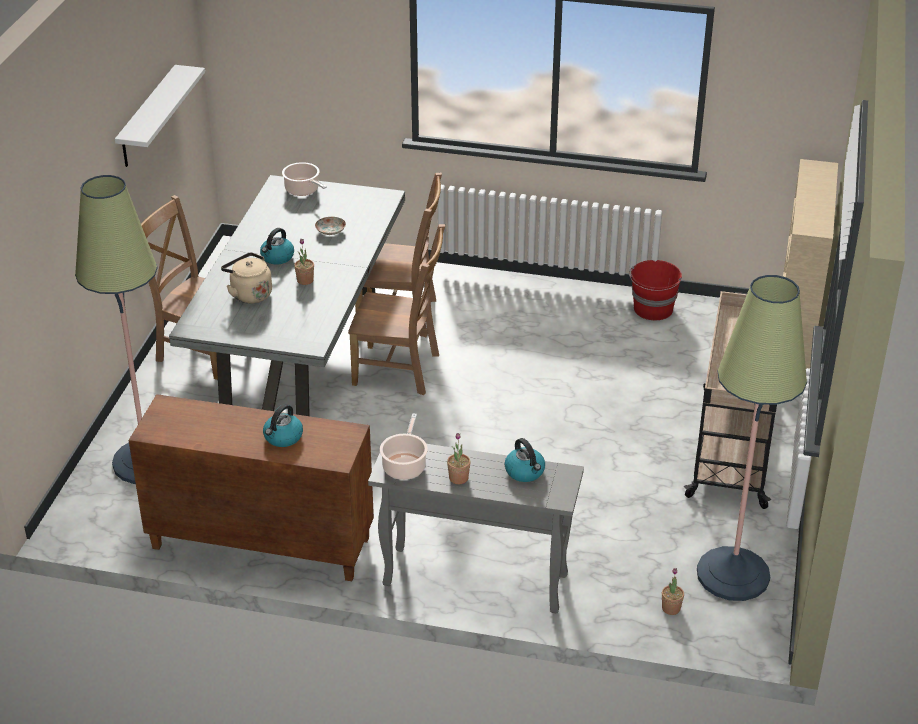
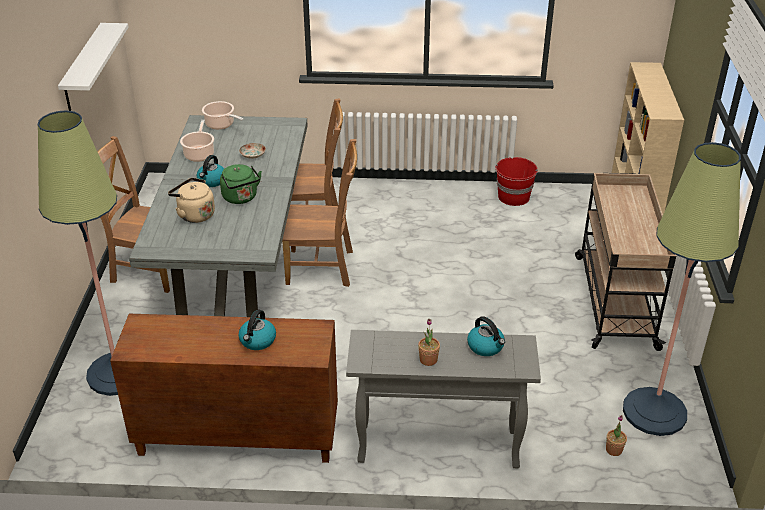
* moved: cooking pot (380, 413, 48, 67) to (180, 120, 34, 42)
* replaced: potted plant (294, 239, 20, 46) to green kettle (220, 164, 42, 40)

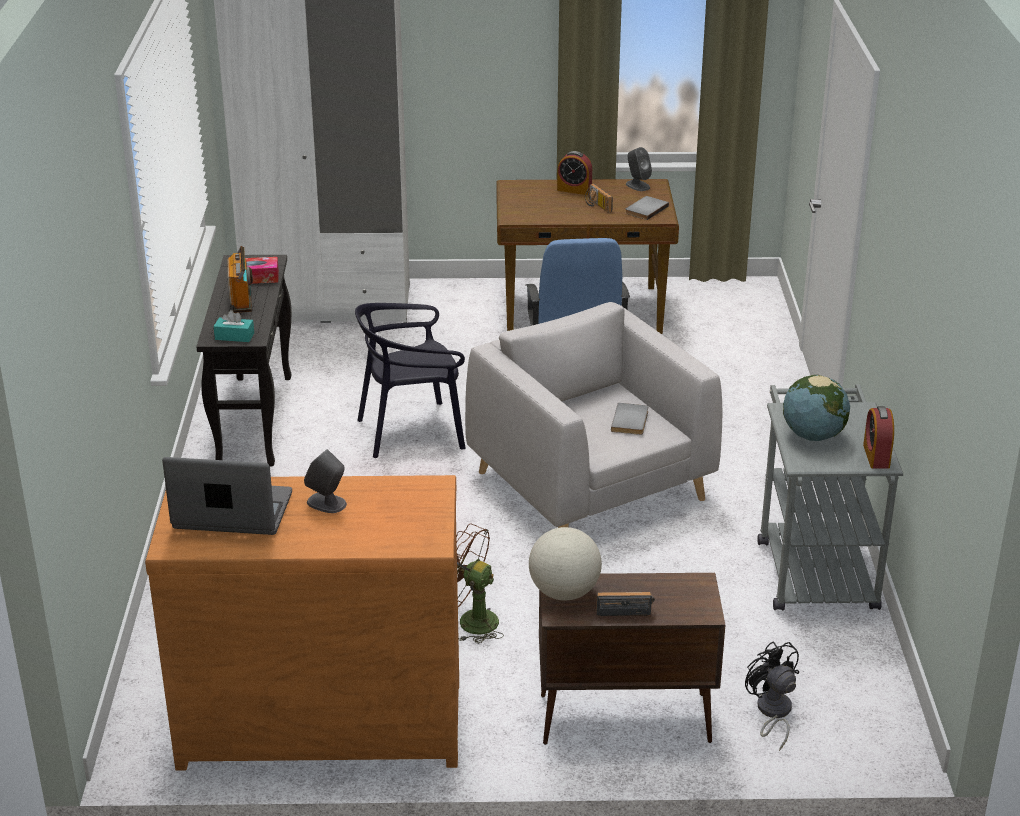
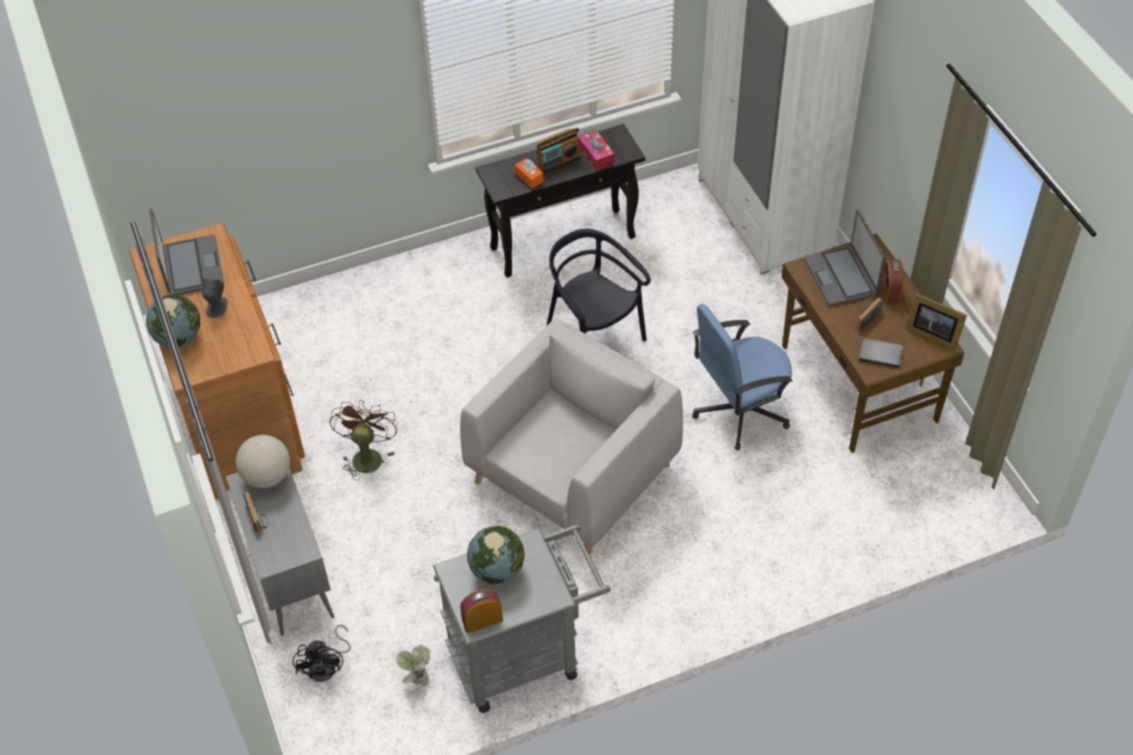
* removed: turquoise tissue box (213, 310, 41, 32)
* removed: grey book (611, 403, 37, 32)
* added: globe (146, 294, 54, 53)
* added: potted plant (396, 645, 34, 42)
* added: orange tissue box (515, 158, 29, 30)
* added: laptop (804, 210, 81, 96)
* replaced: grey speaker (626, 147, 26, 44) to picture frame (906, 293, 61, 57)
* recoloured: brown cabinet (539, 573, 186, 172) to grey cabinet (226, 468, 108, 168)
* turned: black fan (745, 641, 54, 110) = (292, 625, 59, 57) 135 degrees clockwise

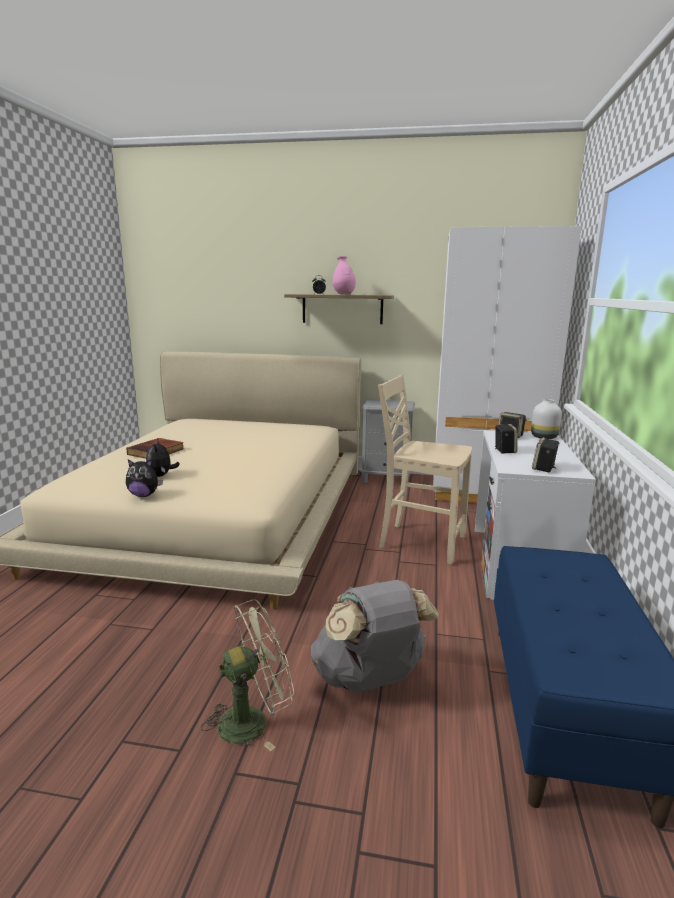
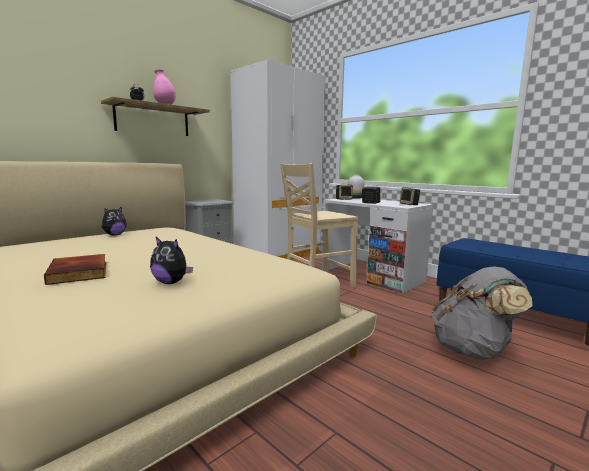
* removed: green fan (201, 599, 93, 152)
* moved: plush toy (126, 459, 37, 38) to (101, 206, 26, 30)

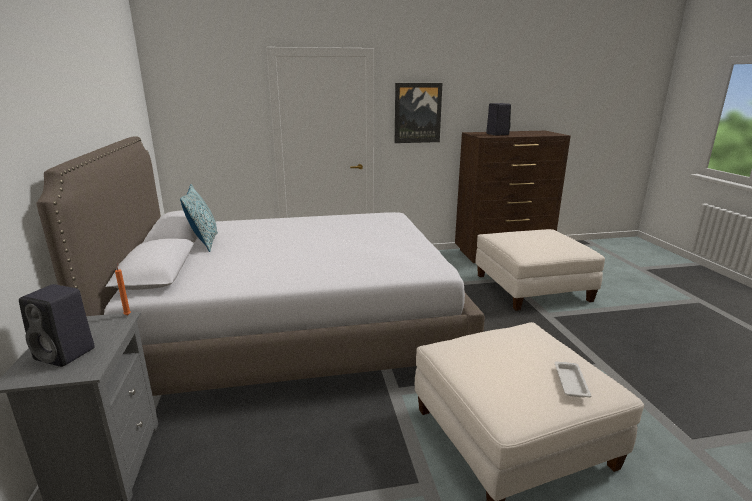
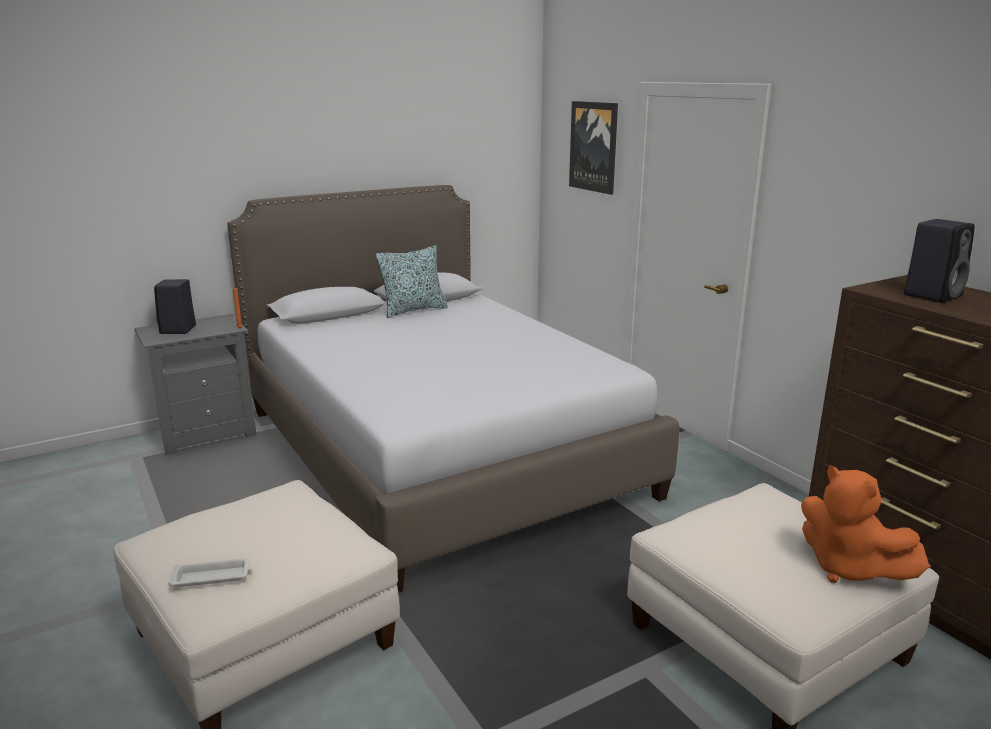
* added: orange plush toy (801, 465, 129, 118)
* moved: picture (395, 83, 47, 60) to (569, 101, 49, 94)

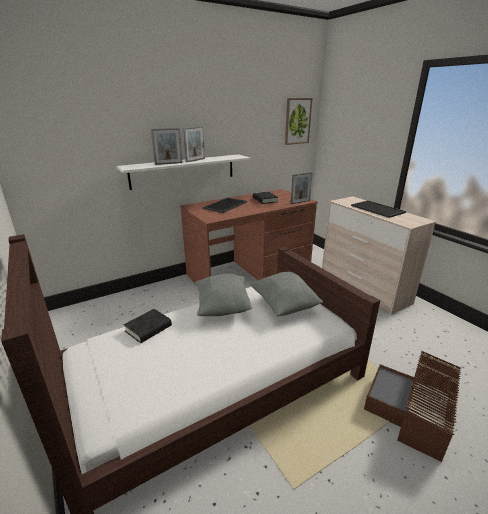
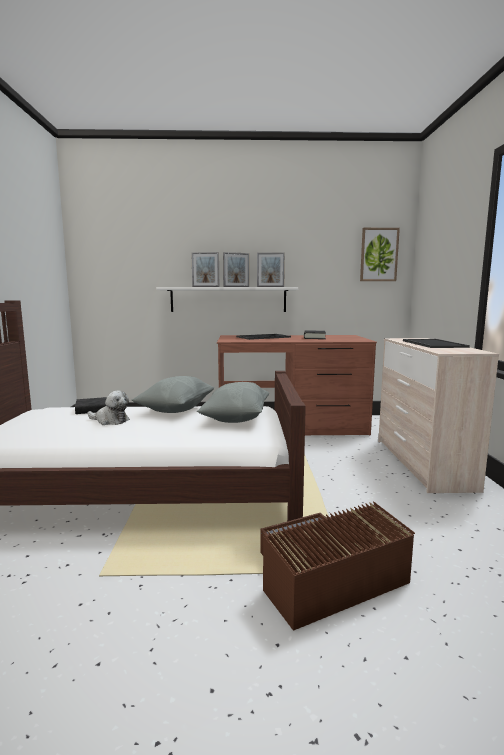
* added: plush toy (88, 390, 42, 35)
* moved: picture frame (291, 172, 22, 32) to (257, 253, 28, 34)

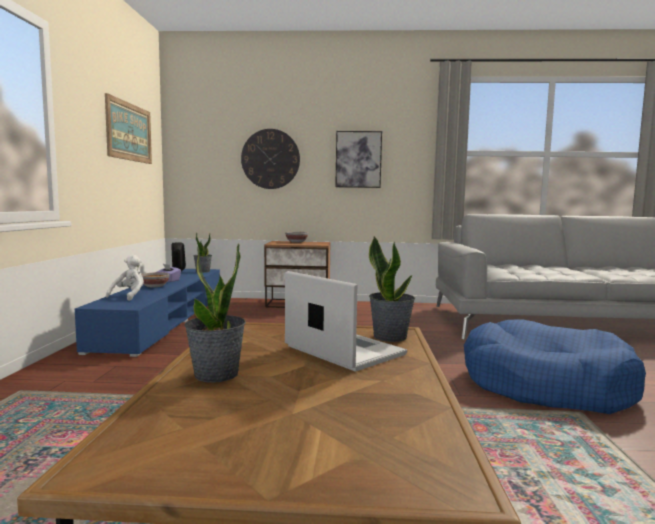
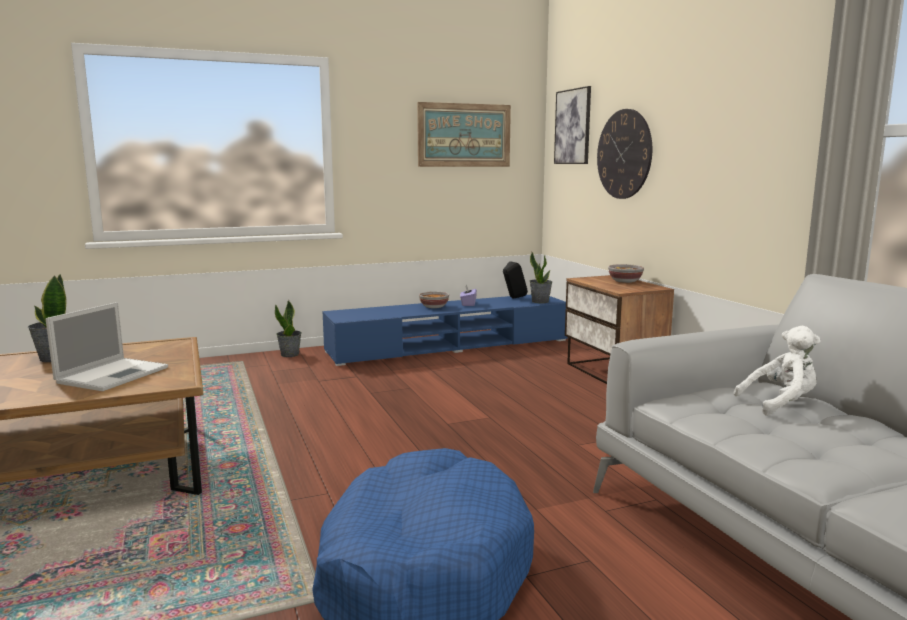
* moved: white plush toy (106, 255, 38, 46) to (734, 326, 87, 90)
* moved: picture (335, 131, 47, 57) to (554, 86, 37, 78)
* moved: potted plant (369, 236, 46, 106) to (275, 300, 27, 57)

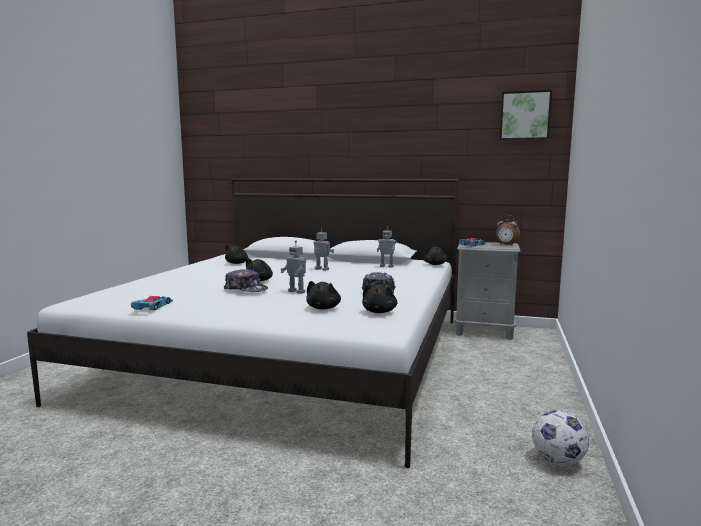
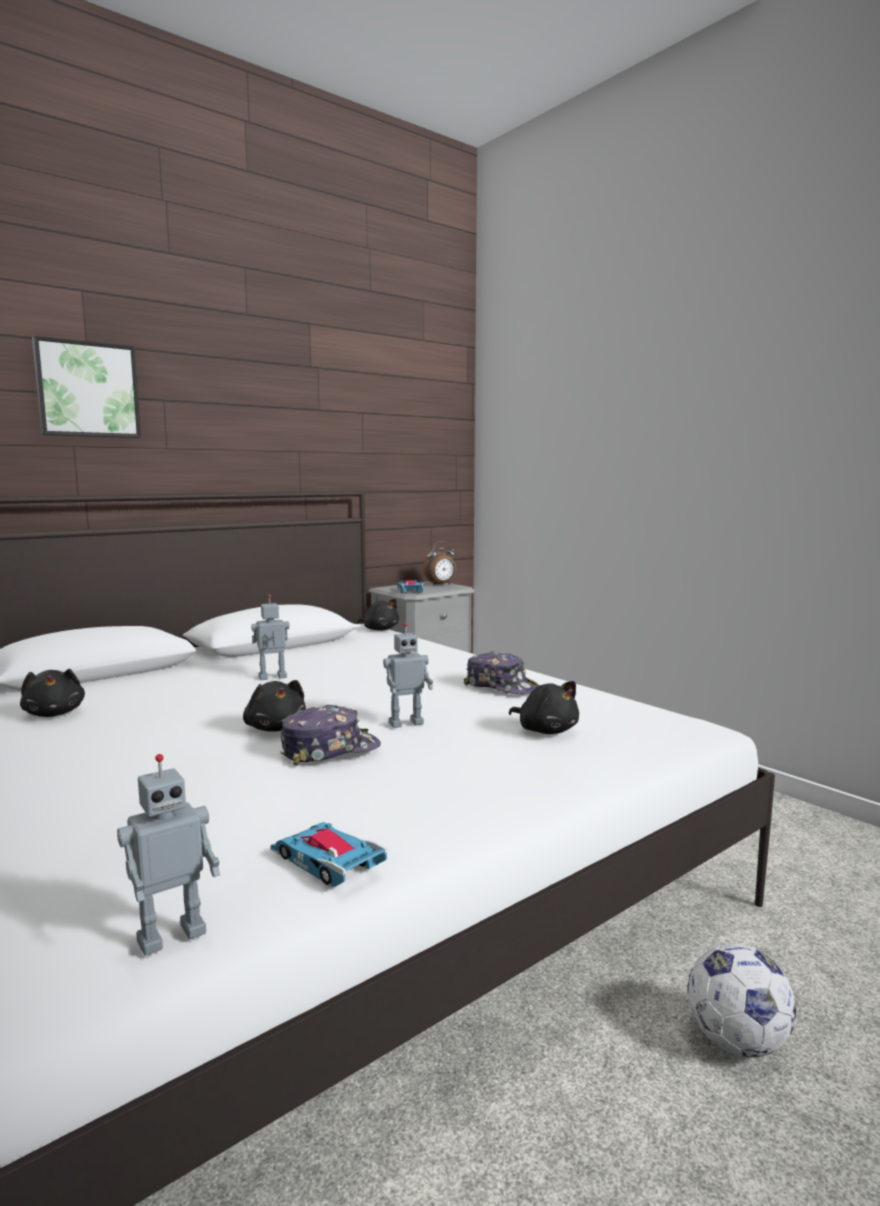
* removed: black plush toy (362, 284, 35, 29)
* moved: toy robot (377, 226, 19, 42) to (117, 754, 103, 202)
* moved: picture (500, 90, 52, 50) to (32, 336, 109, 102)
* moved: football (532, 410, 57, 56) to (687, 944, 109, 114)

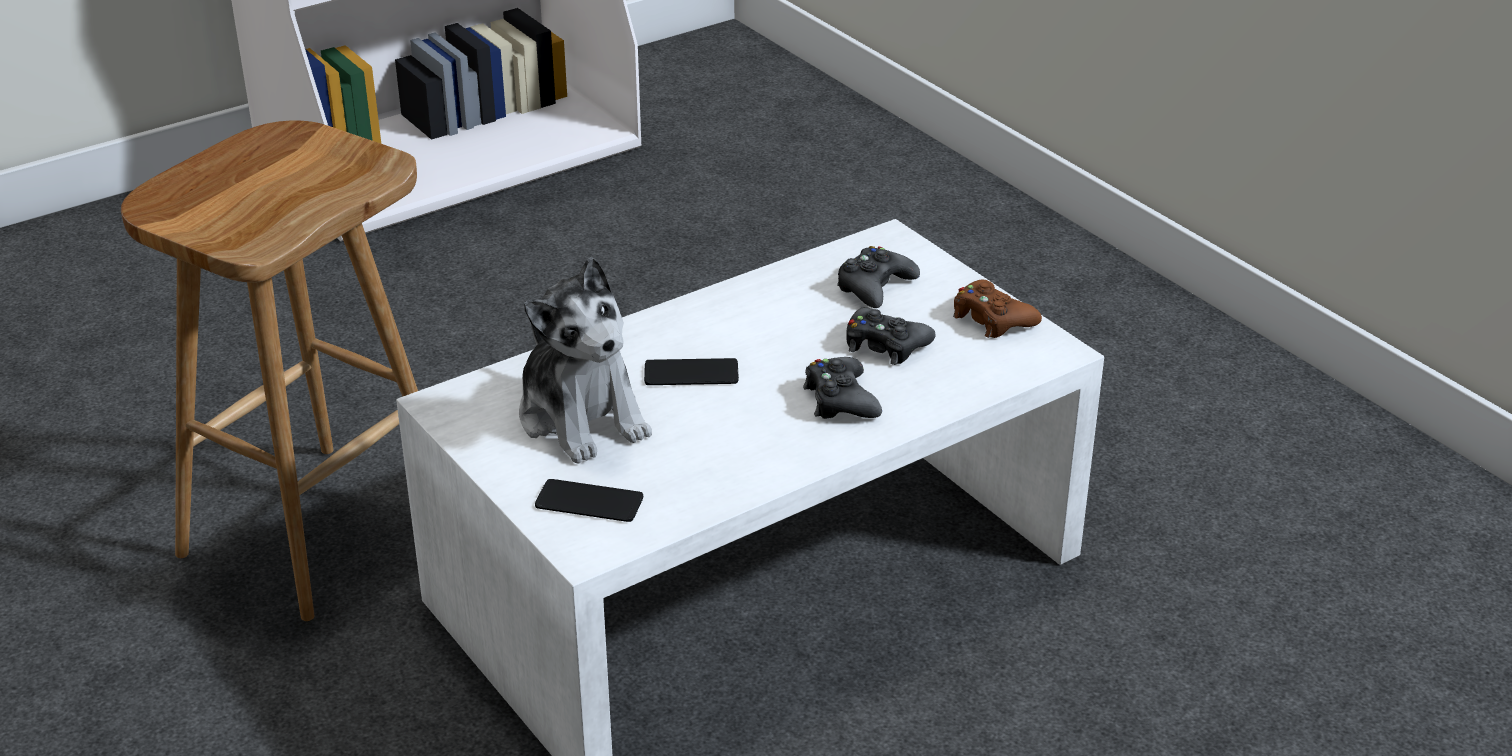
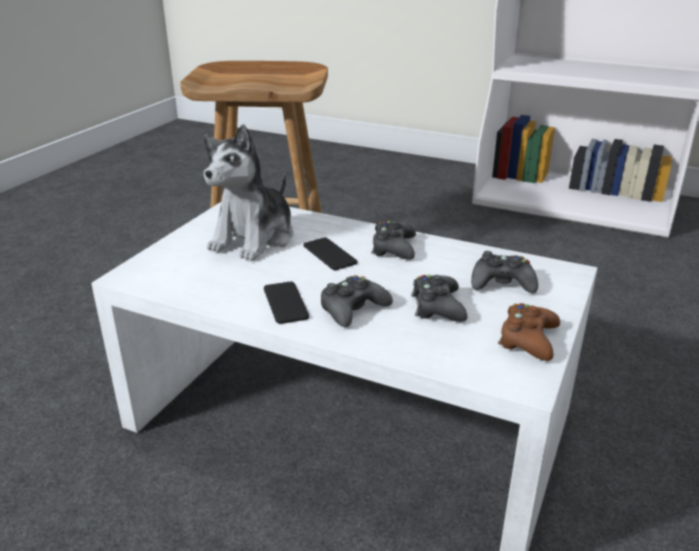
* added: black game controller (371, 221, 45, 39)
* moved: phone (535, 479, 108, 43) to (264, 281, 45, 43)

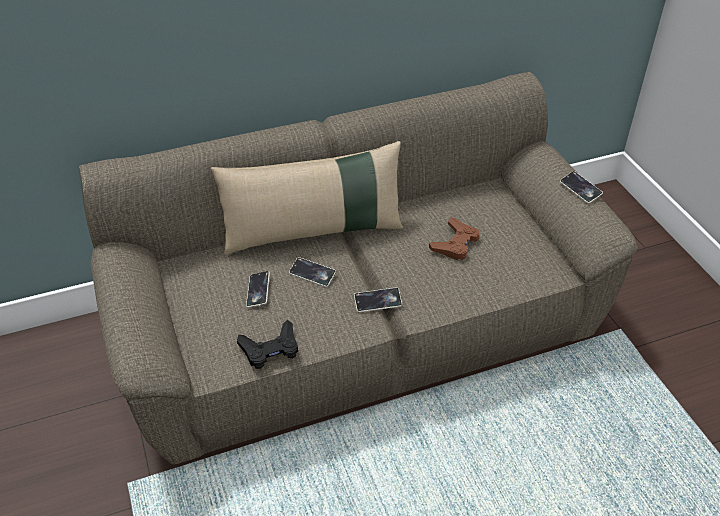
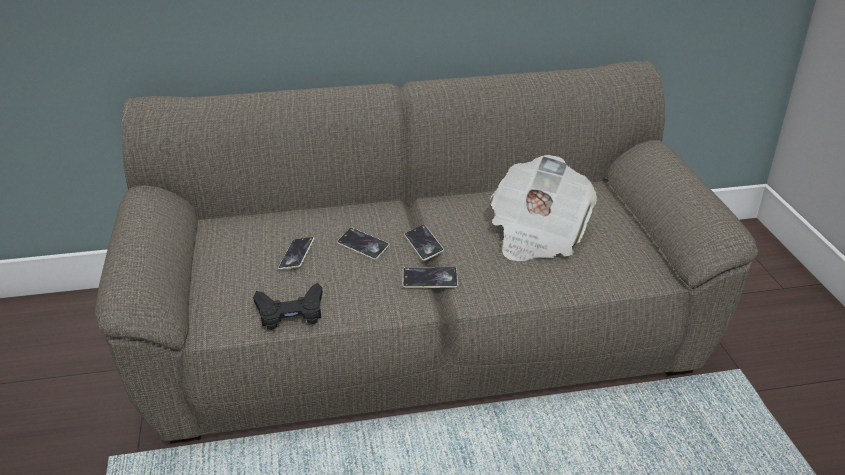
* removed: beige pillow (211, 141, 192, 114)
* moved: phone (560, 171, 43, 32) to (404, 225, 40, 36)
* replaced: brown game controller (429, 217, 51, 43) to newspaper (490, 155, 107, 106)

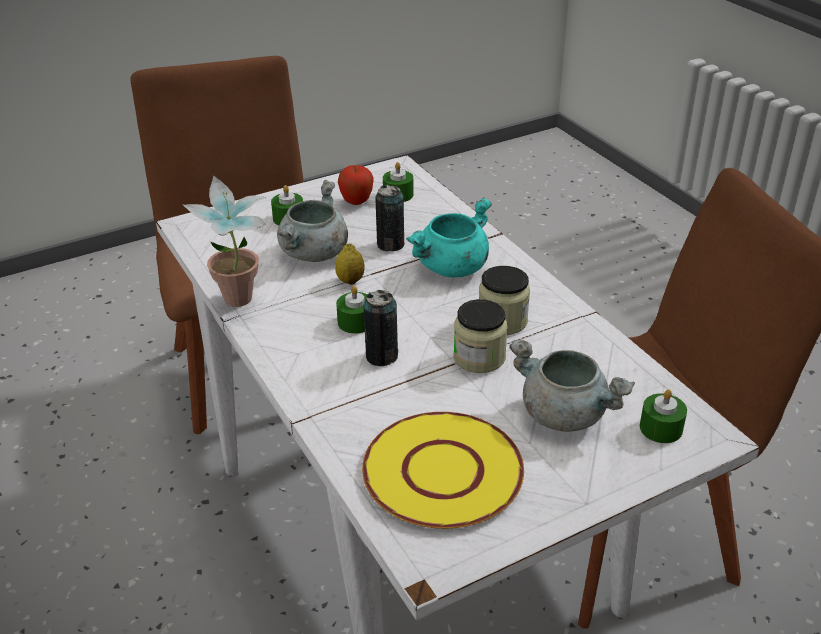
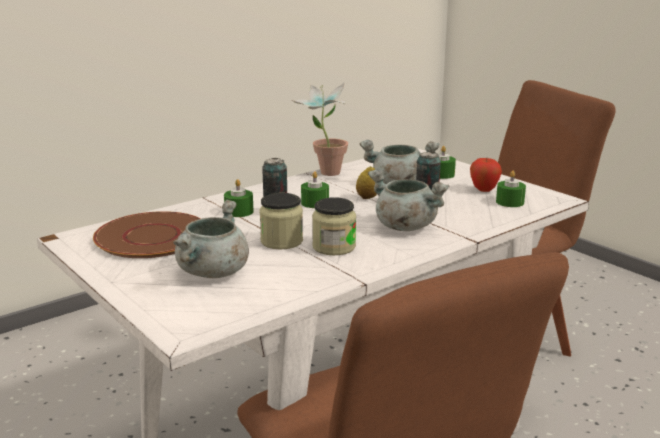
* moved: green candle (640, 389, 47, 54) to (224, 179, 29, 38)
* recoloured: yellow plate (362, 412, 162, 117) to brown plate (93, 211, 108, 47)
* recoloured: turquoise cooking pot (406, 197, 86, 80) to grey cooking pot (368, 169, 81, 62)

